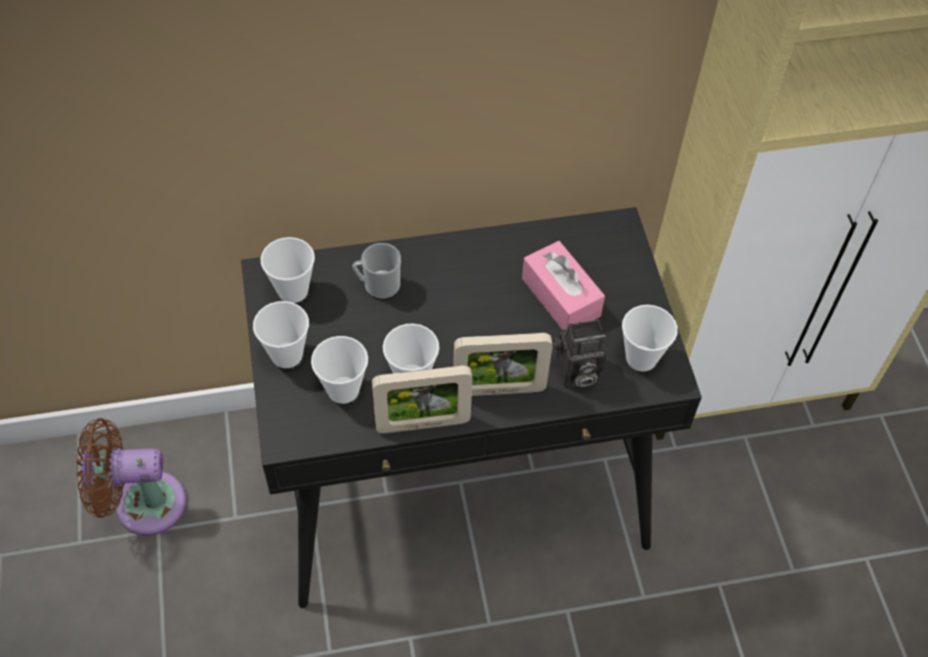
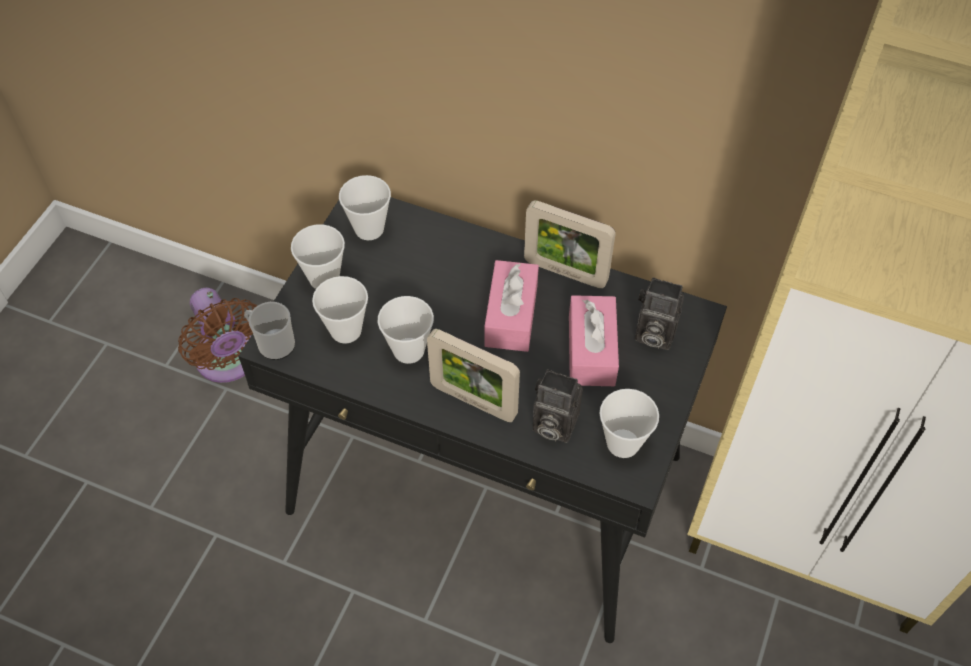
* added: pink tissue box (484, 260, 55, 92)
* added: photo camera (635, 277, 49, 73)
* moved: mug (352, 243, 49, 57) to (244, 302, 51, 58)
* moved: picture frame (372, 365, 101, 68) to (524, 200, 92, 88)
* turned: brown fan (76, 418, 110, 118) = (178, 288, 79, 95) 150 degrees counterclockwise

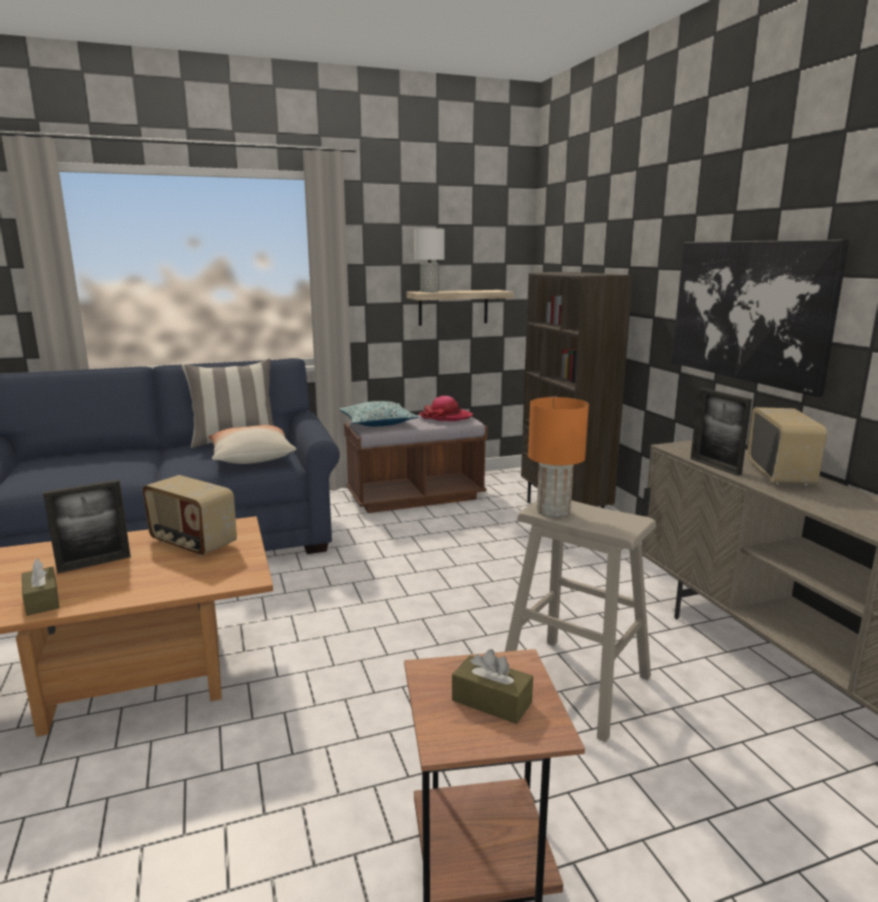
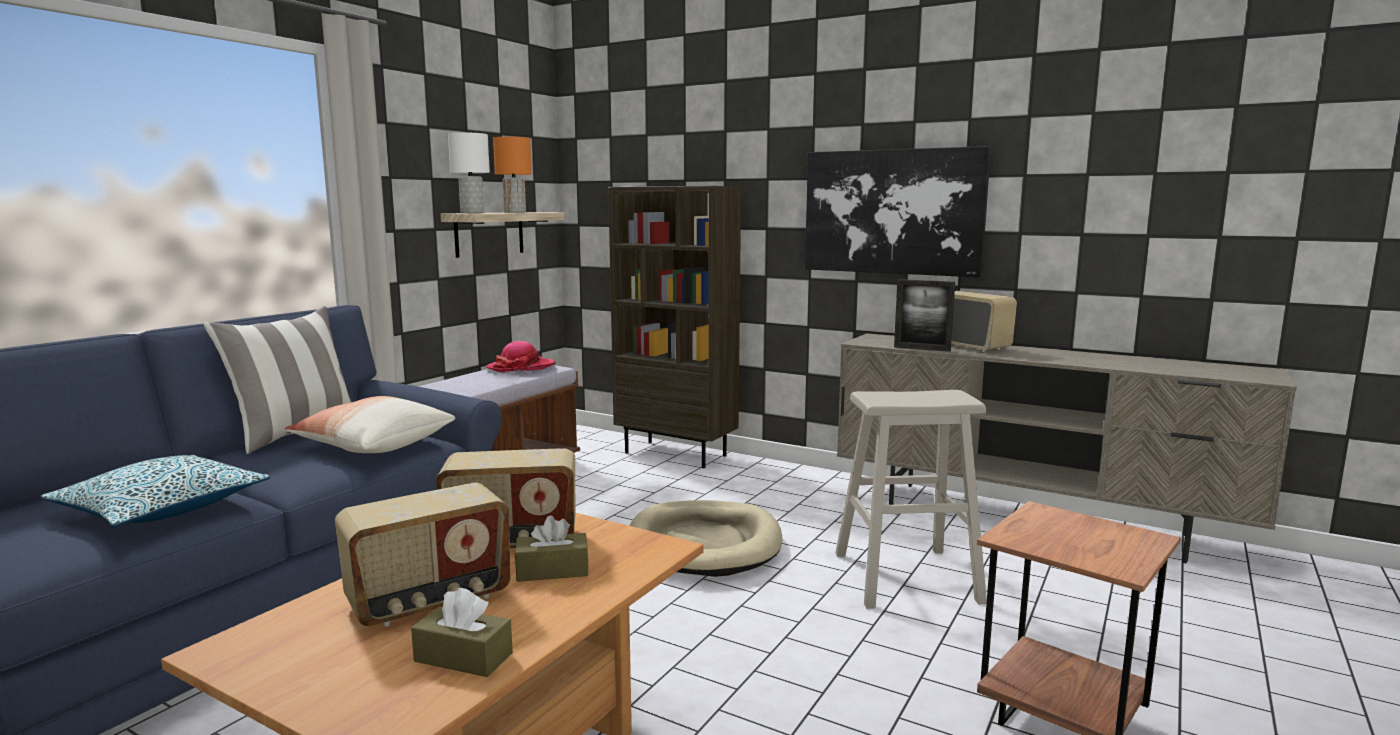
* added: beige dog bed (630, 500, 152, 77)
* moved: pillow (339, 401, 79, 25) to (41, 455, 229, 72)
* moved: brown tissue box (452, 649, 81, 75) to (515, 515, 73, 67)
* moved: orange table lamp (528, 397, 61, 120) to (493, 137, 39, 75)
* replaced: picture frame (43, 479, 88, 95) to radio (335, 483, 175, 144)

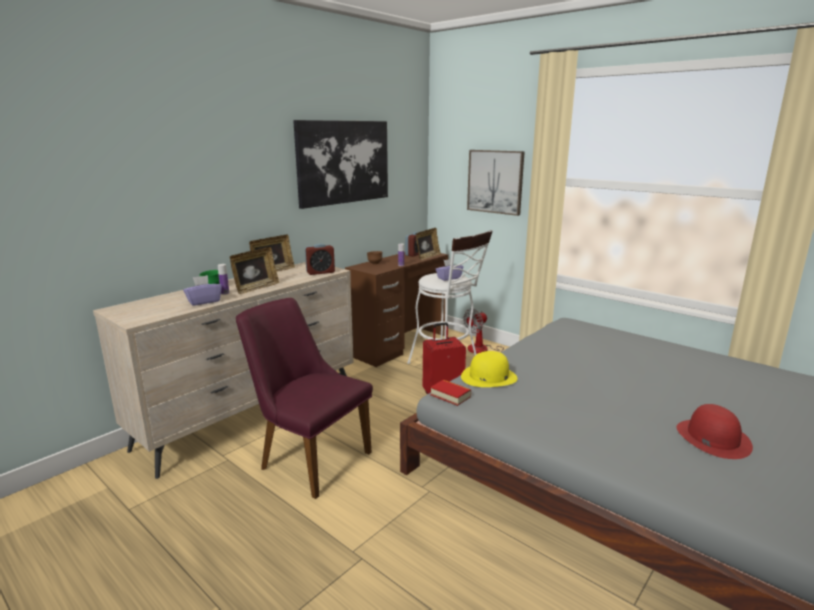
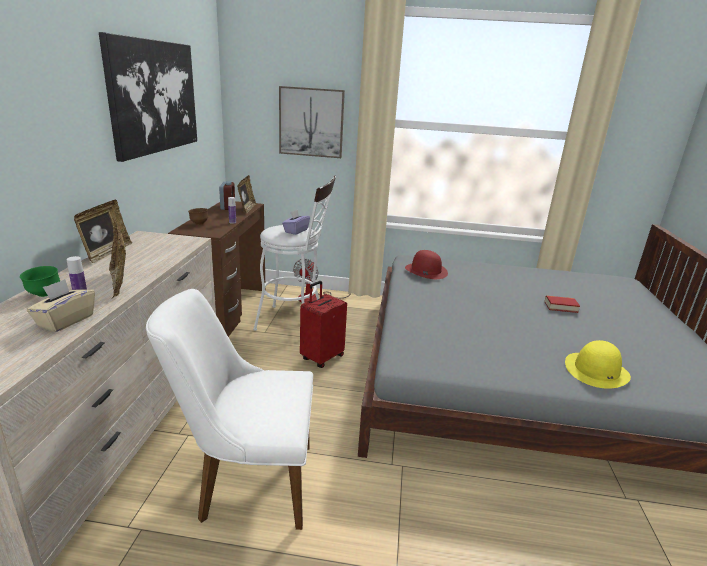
* removed: alarm clock (305, 243, 30, 32)
* moved: book (430, 380, 41, 26) to (545, 295, 35, 18)
* moved: yellow hat (461, 351, 57, 36) to (565, 340, 66, 49)
* moved: red hat (677, 404, 76, 55) to (405, 250, 43, 29)
* recoloured: purple tissue box (183, 275, 39, 31) to beige tissue box (27, 279, 68, 53)
* recoloured: purple chair (236, 298, 137, 201) to white chair (146, 289, 167, 241)
* turned: picture frame (230, 247, 50, 47) = (109, 222, 17, 76) 150 degrees clockwise

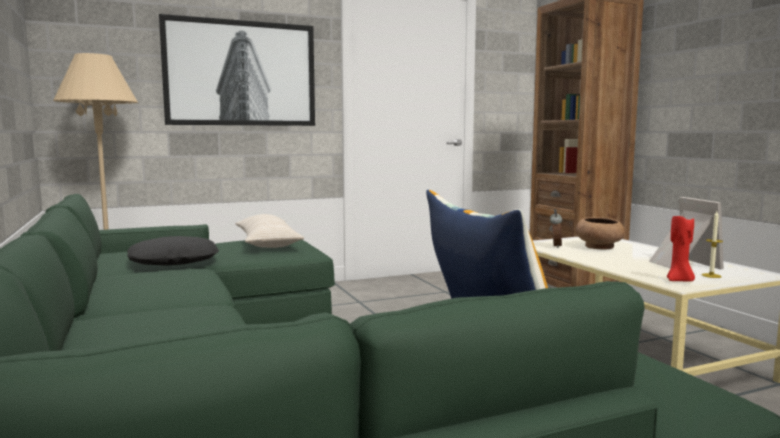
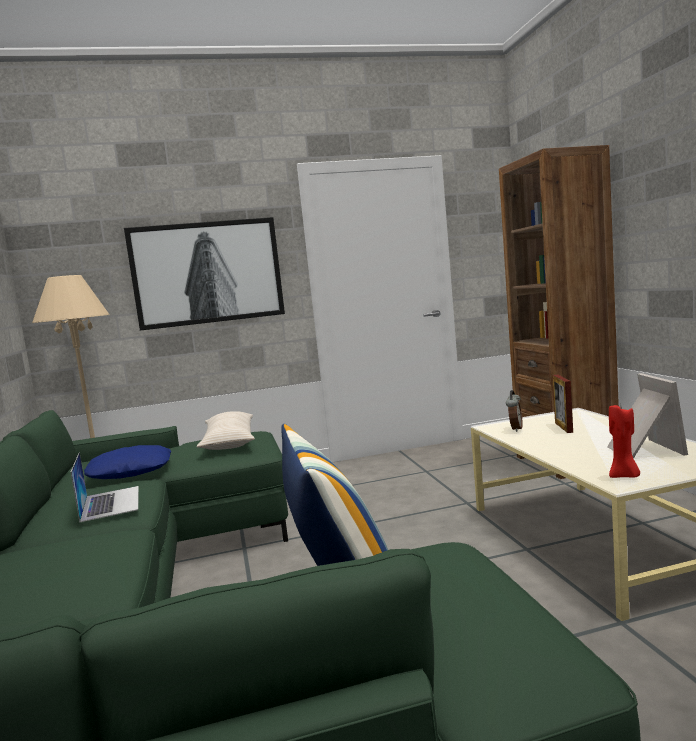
* removed: candle (702, 211, 21, 67)
* added: laptop (71, 452, 68, 70)
* replaced: brown bowl (575, 217, 50, 33) to picture frame (553, 375, 20, 58)
* recoloured: black pillow (127, 236, 92, 30) to blue pillow (84, 445, 87, 34)

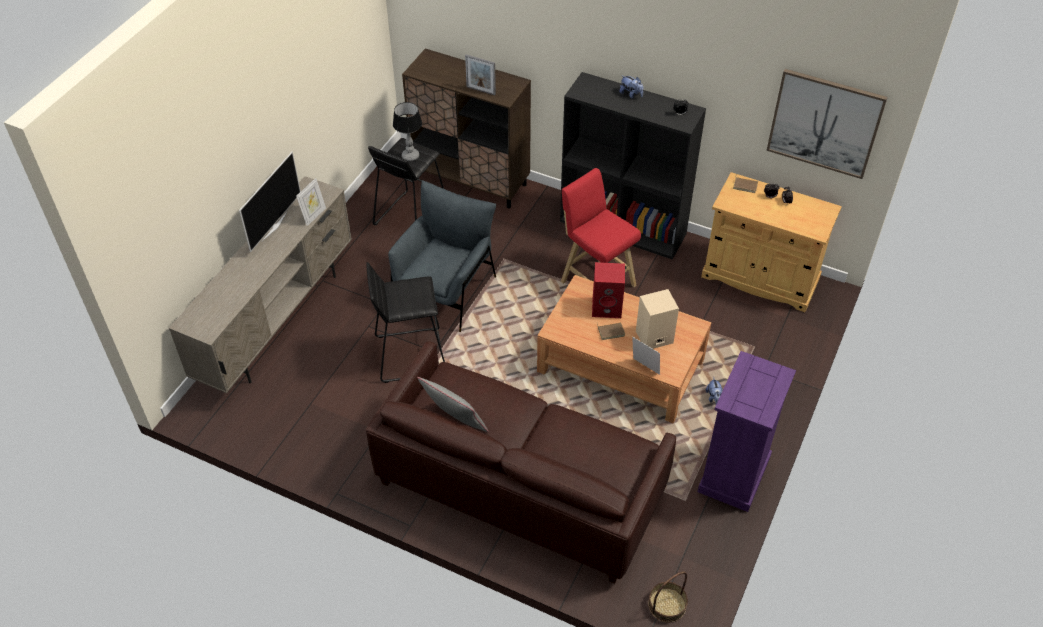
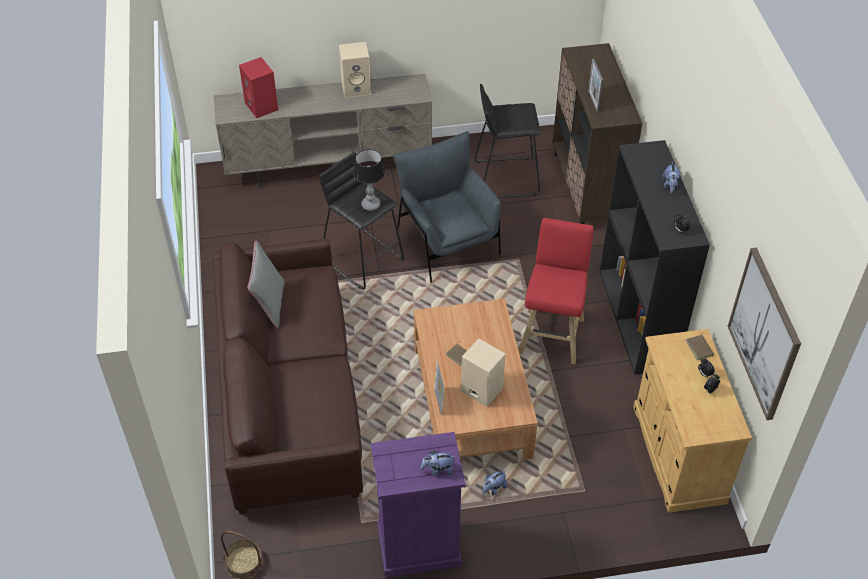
* removed: picture frame (296, 178, 30, 48)
* added: plush toy (421, 450, 35, 26)
* moved: table lamp (393, 102, 29, 59) to (353, 149, 32, 62)
* moved: red speaker (592, 262, 33, 56) to (239, 57, 39, 61)
* replaced: television (239, 152, 62, 100) to beige speaker (339, 42, 32, 56)
* turned: grey armchair (388, 180, 108, 152) = (393, 131, 108, 152) 105 degrees counterclockwise

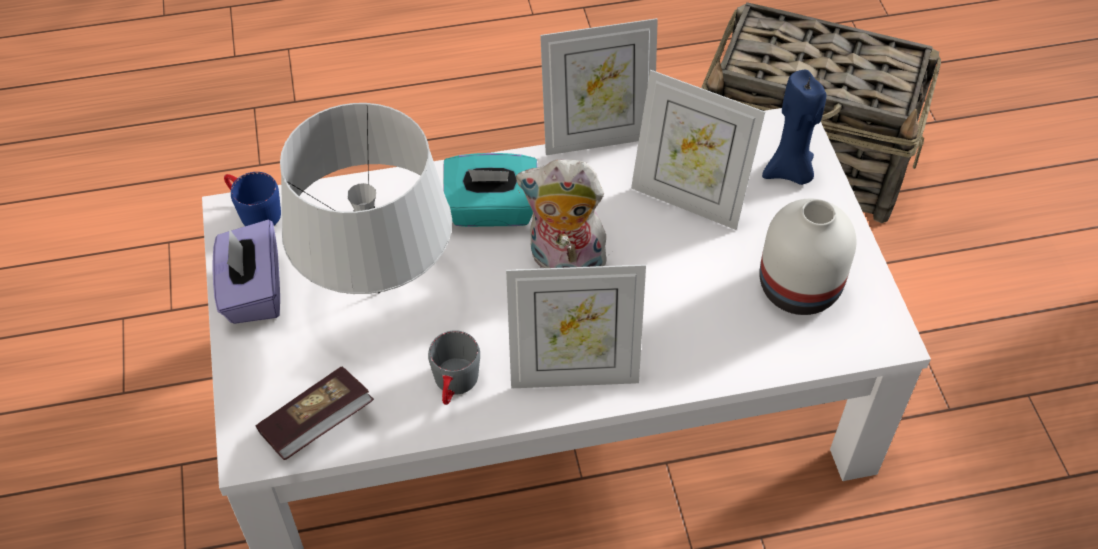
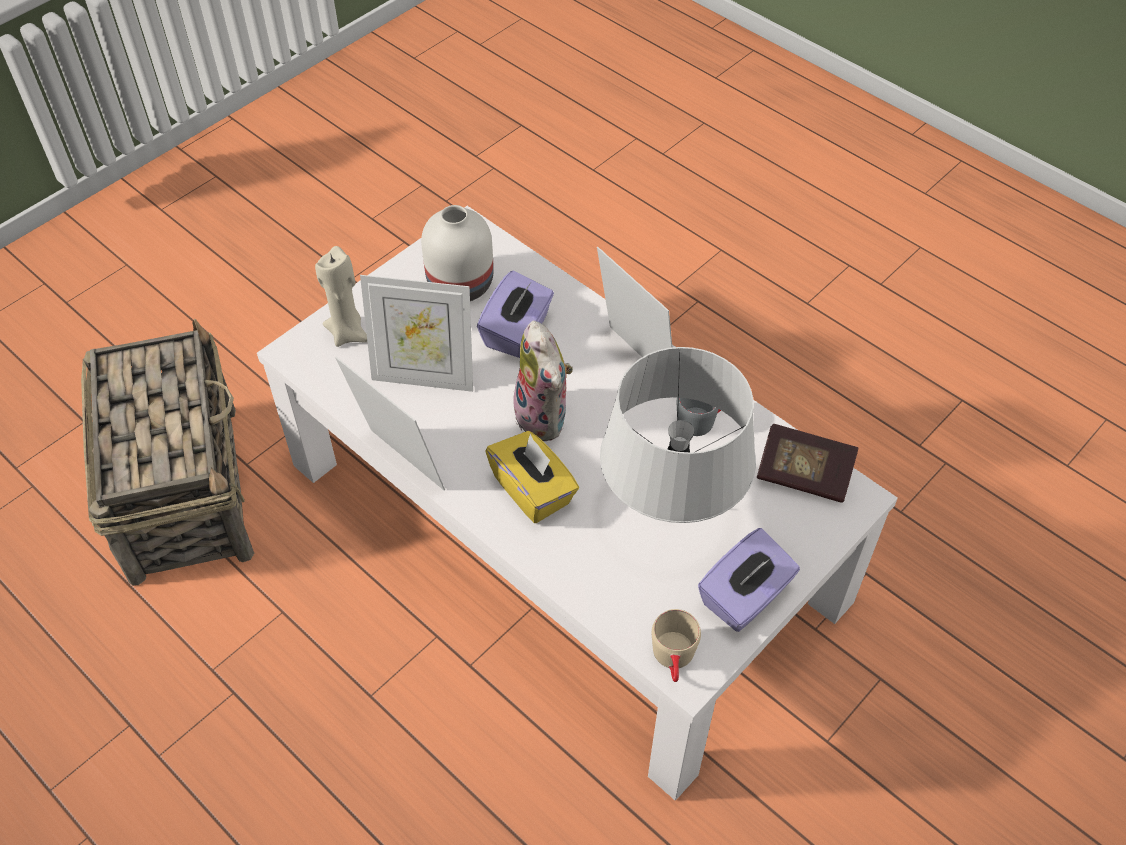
* added: purple tissue box (477, 271, 77, 87)
* recoloured: blue mug (224, 172, 57, 54) to beige mug (652, 609, 49, 73)
* recoloured: turquoise tissue box (443, 153, 94, 74) to yellow tissue box (485, 431, 94, 92)
* recoloured: blue candle (762, 70, 64, 115) to beige candle (315, 246, 52, 101)
* turned: picture frame (631, 70, 134, 160) = (360, 275, 113, 117) 105 degrees clockwise

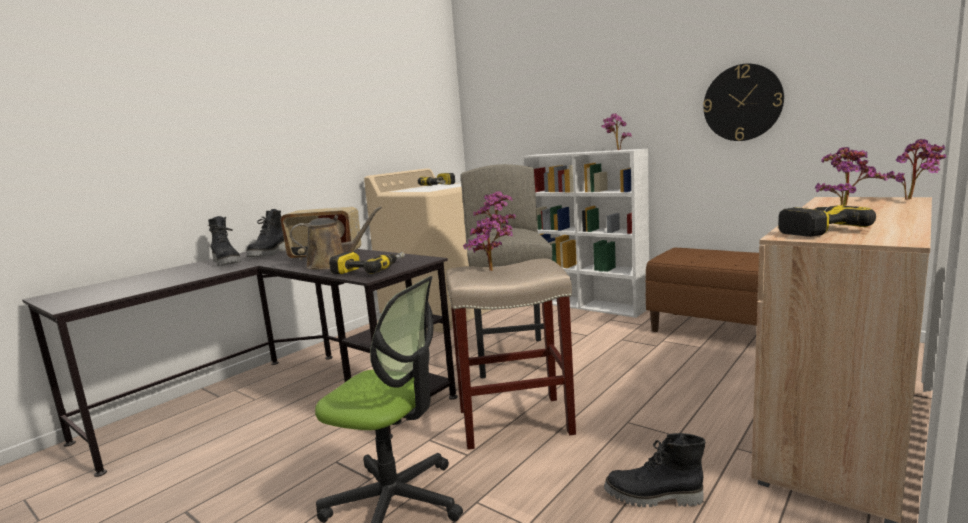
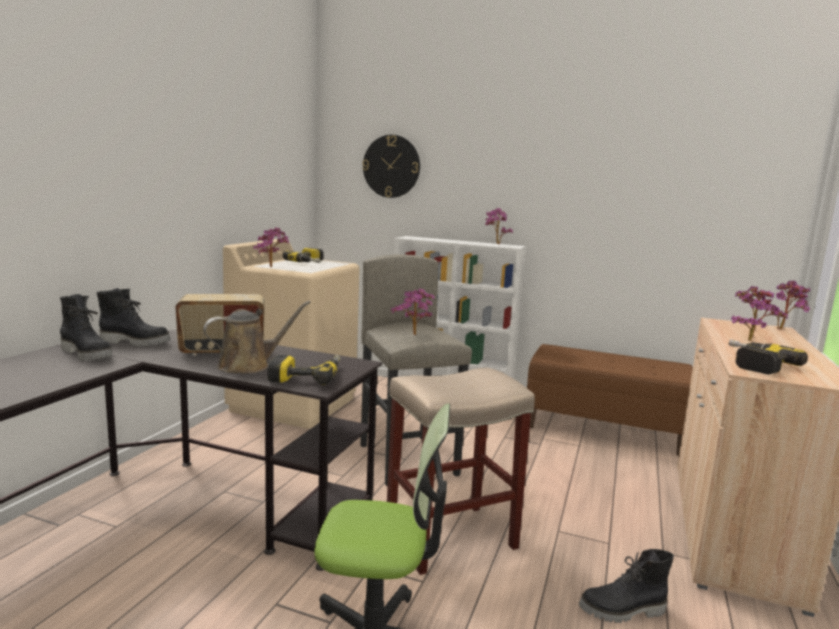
* moved: potted plant (463, 214, 50, 57) to (253, 227, 36, 40)
* moved: wall clock (703, 64, 81, 77) to (363, 135, 57, 63)
* turned: black boot (246, 209, 40, 48) = (97, 288, 74, 59) 75 degrees counterclockwise

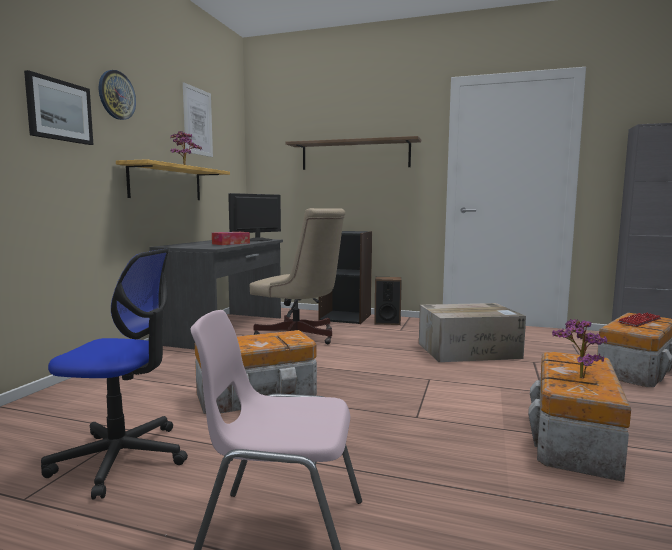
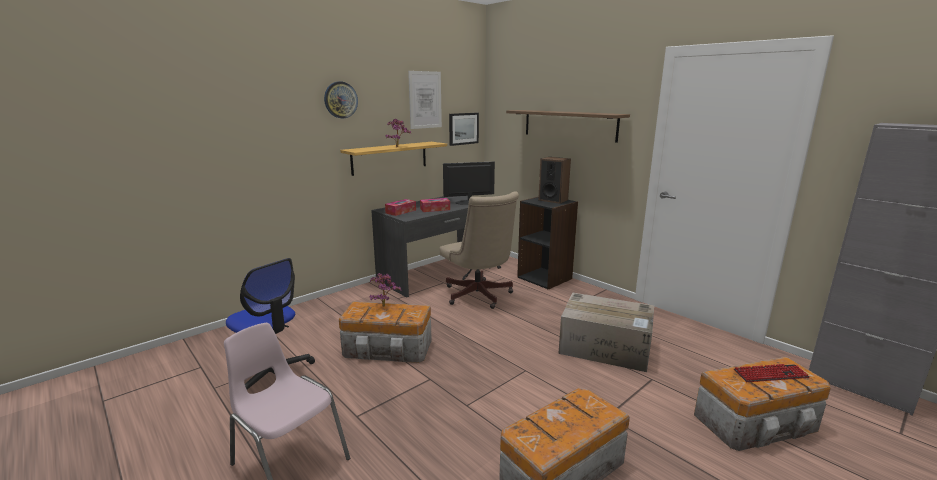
* added: tissue box (385, 199, 31, 17)
* moved: picture (24, 70, 69, 75) to (449, 113, 30, 33)
* moved: speaker (374, 277, 28, 48) to (538, 157, 33, 47)
* moved: potted plant (552, 319, 55, 60) to (369, 273, 32, 34)

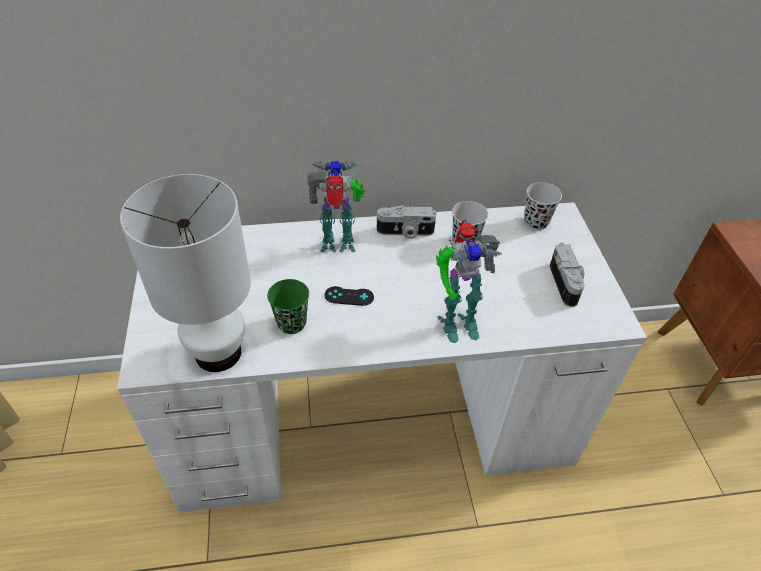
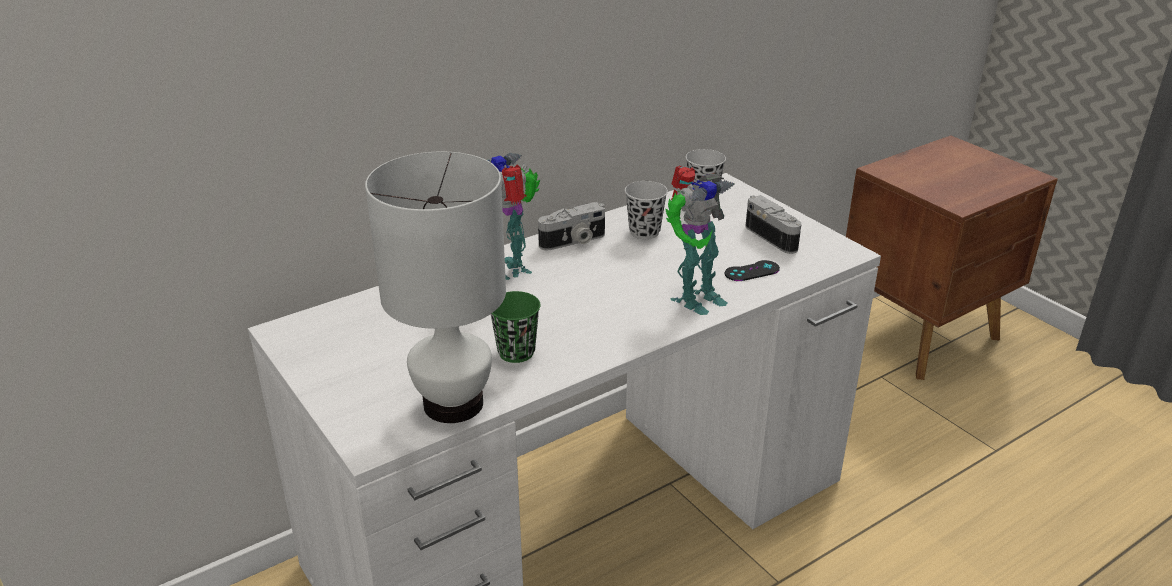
* moved: black game controller (324, 286, 50, 20) to (725, 260, 55, 21)

